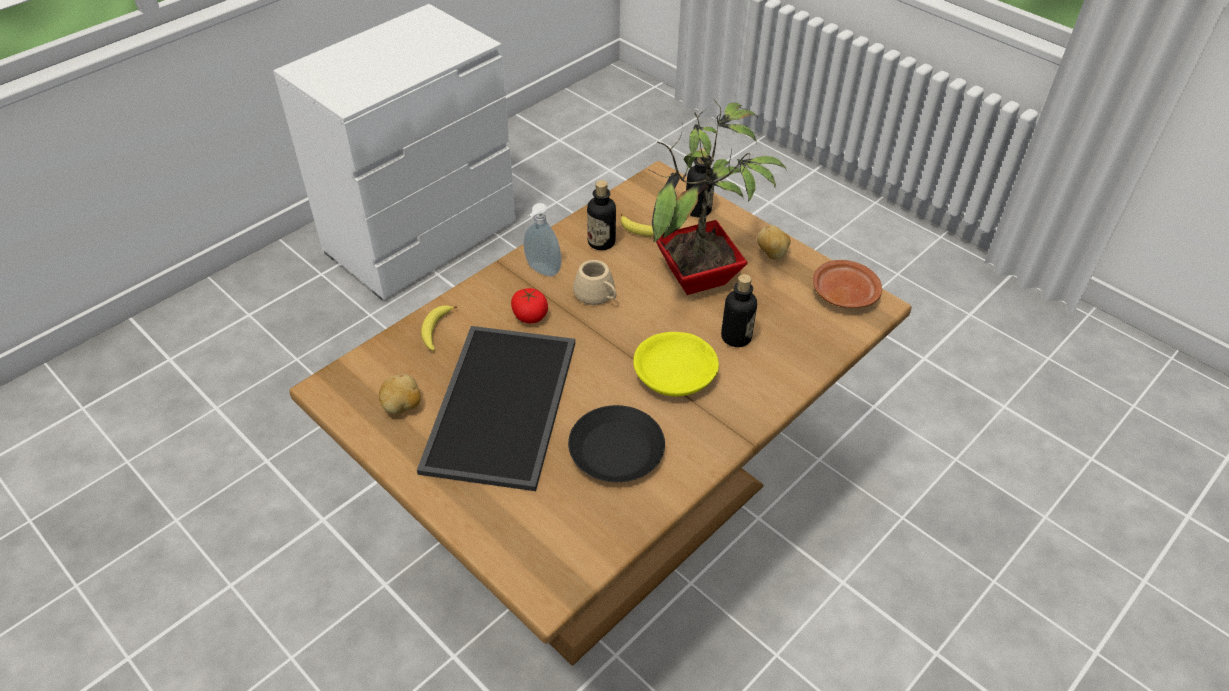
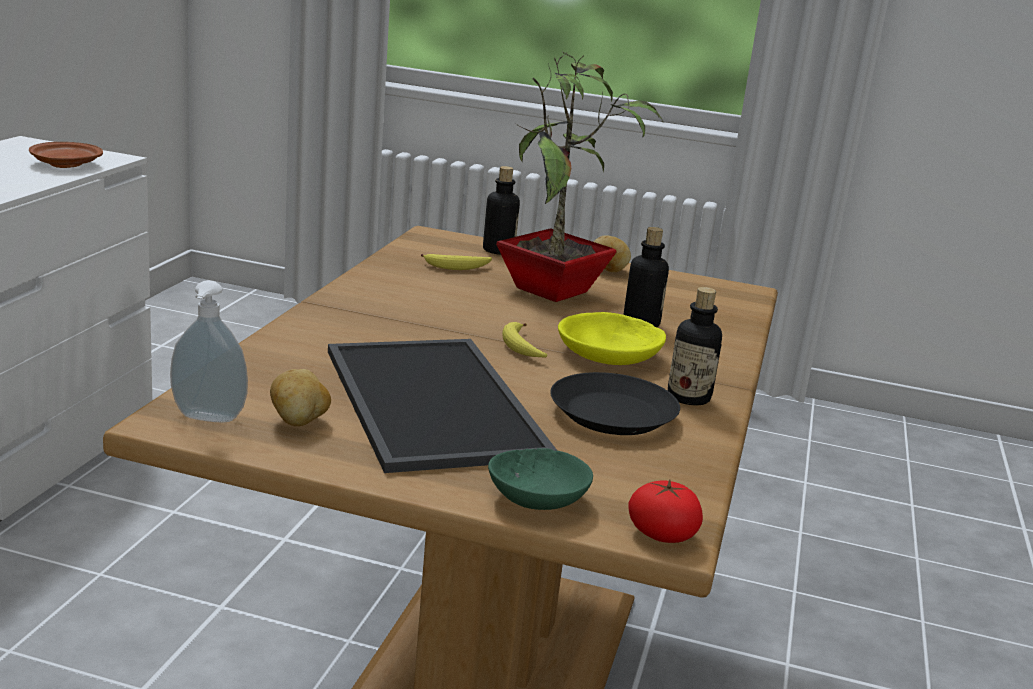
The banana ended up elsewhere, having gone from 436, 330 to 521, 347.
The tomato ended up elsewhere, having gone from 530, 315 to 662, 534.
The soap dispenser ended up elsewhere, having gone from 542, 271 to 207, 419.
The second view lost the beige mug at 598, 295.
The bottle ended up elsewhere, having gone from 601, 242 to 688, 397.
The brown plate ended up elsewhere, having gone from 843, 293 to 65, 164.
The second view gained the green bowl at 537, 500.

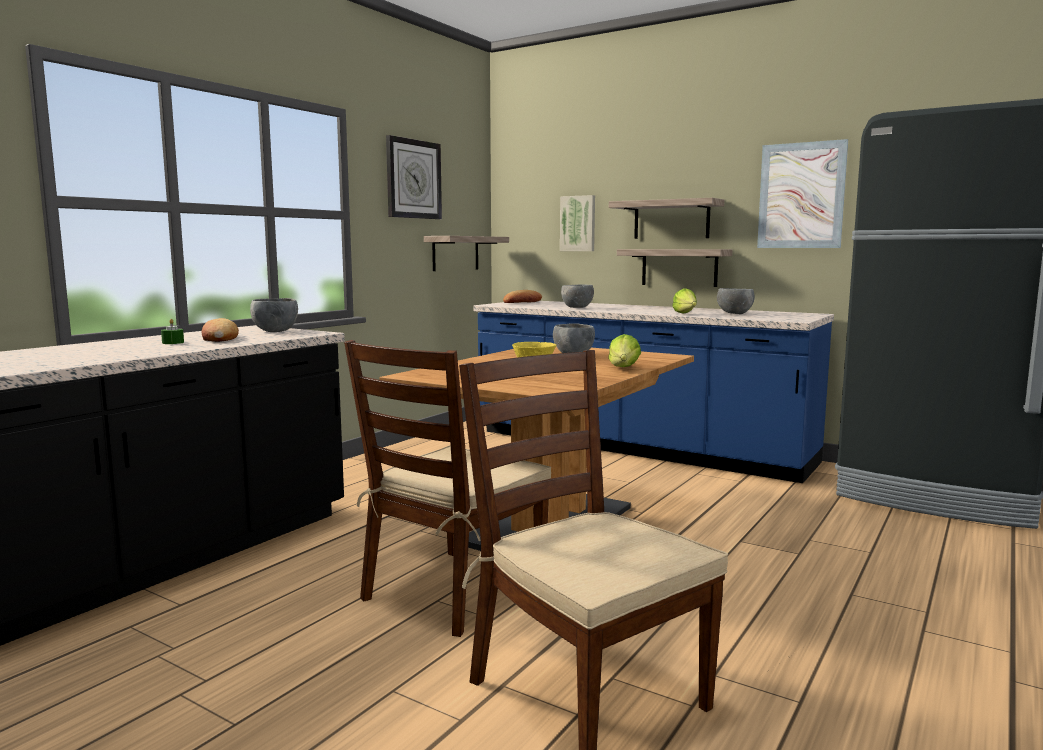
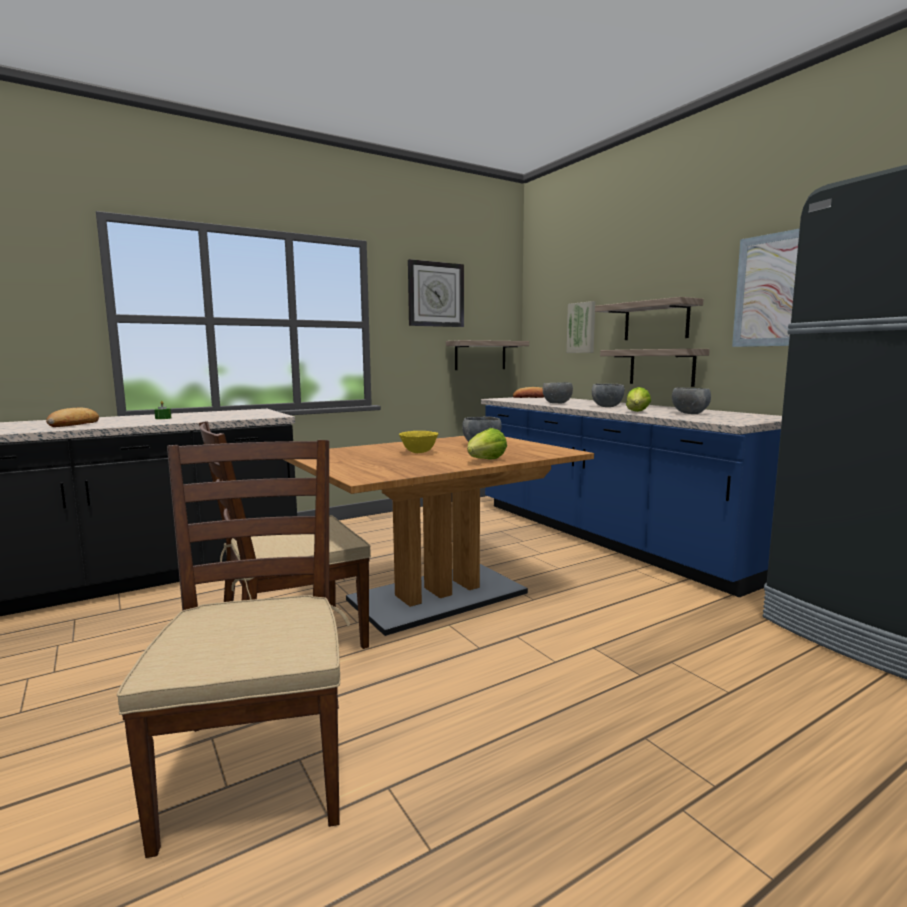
The bread ended up elsewhere, having gone from 219, 338 to 74, 424.
The grey bowl ended up elsewhere, having gone from 275, 331 to 606, 406.

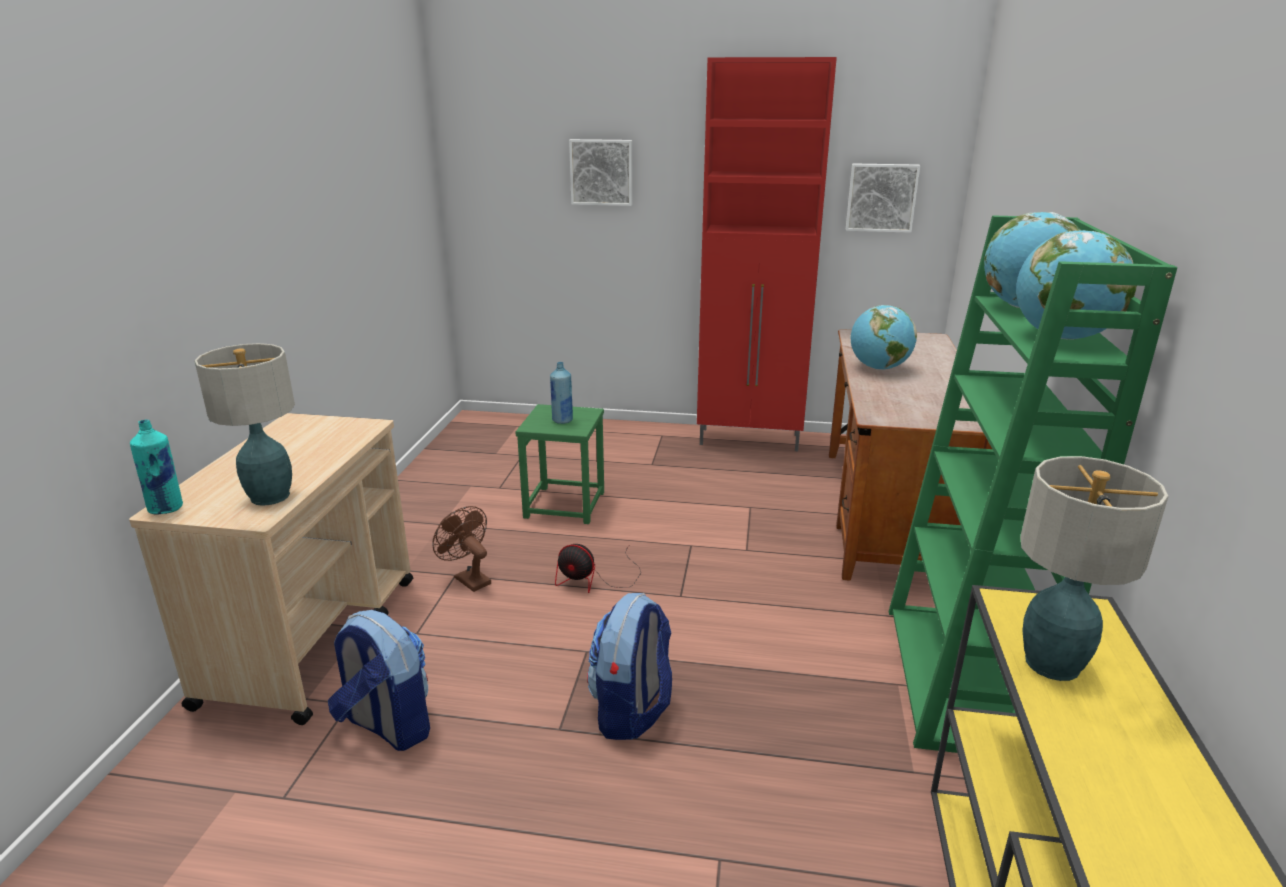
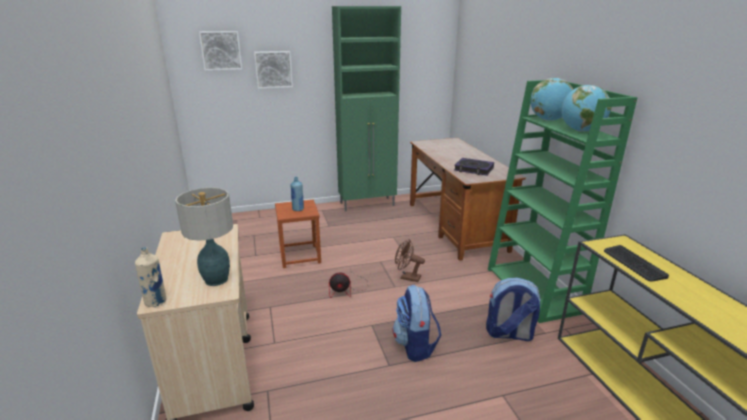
What was the turquoise bottle at 166, 508 turned into the beige bottle at 156, 302.
The backpack ended up elsewhere, having gone from 387, 726 to 509, 334.
The brown fan ended up elsewhere, having gone from 468, 579 to 407, 277.
What was the green stool at 565, 505 turned into the brown stool at 300, 256.
What was the red cabinet at 750, 440 turned into the green cabinet at 368, 204.
The picture ended up elsewhere, having gone from 881, 197 to 221, 50.
The second view lost the globe at 879, 368.
Where the table lamp stood at 1053, 665, the keyboard came to stand at 633, 263.
The second view gained the book at 473, 169.

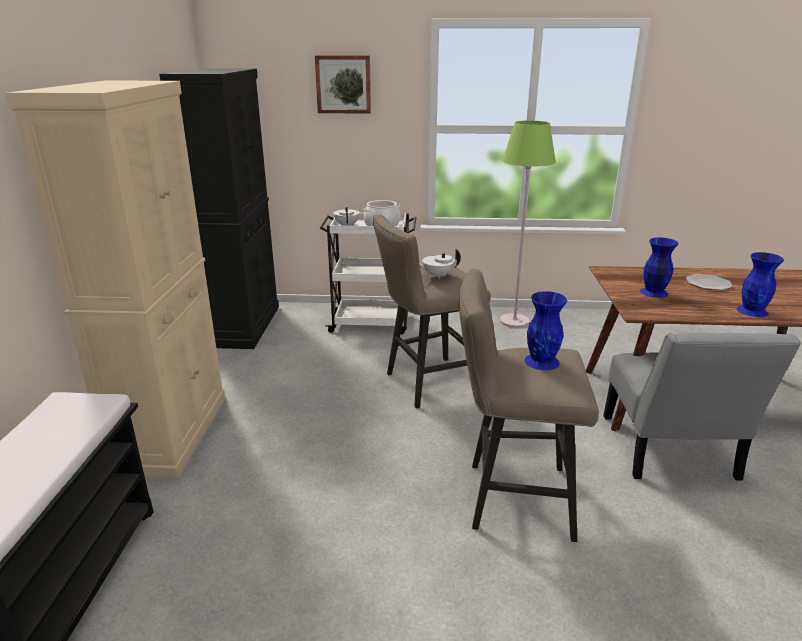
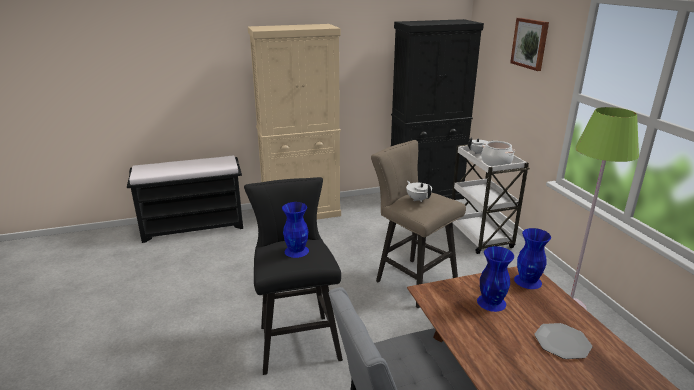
What was the beige stool at 510, 498 turned into the black stool at 297, 339.
The blue vase ended up elsewhere, having gone from 753, 311 to 528, 281.

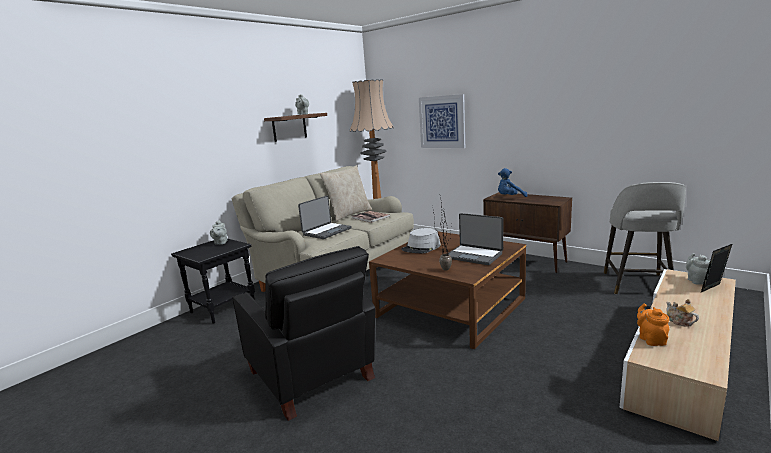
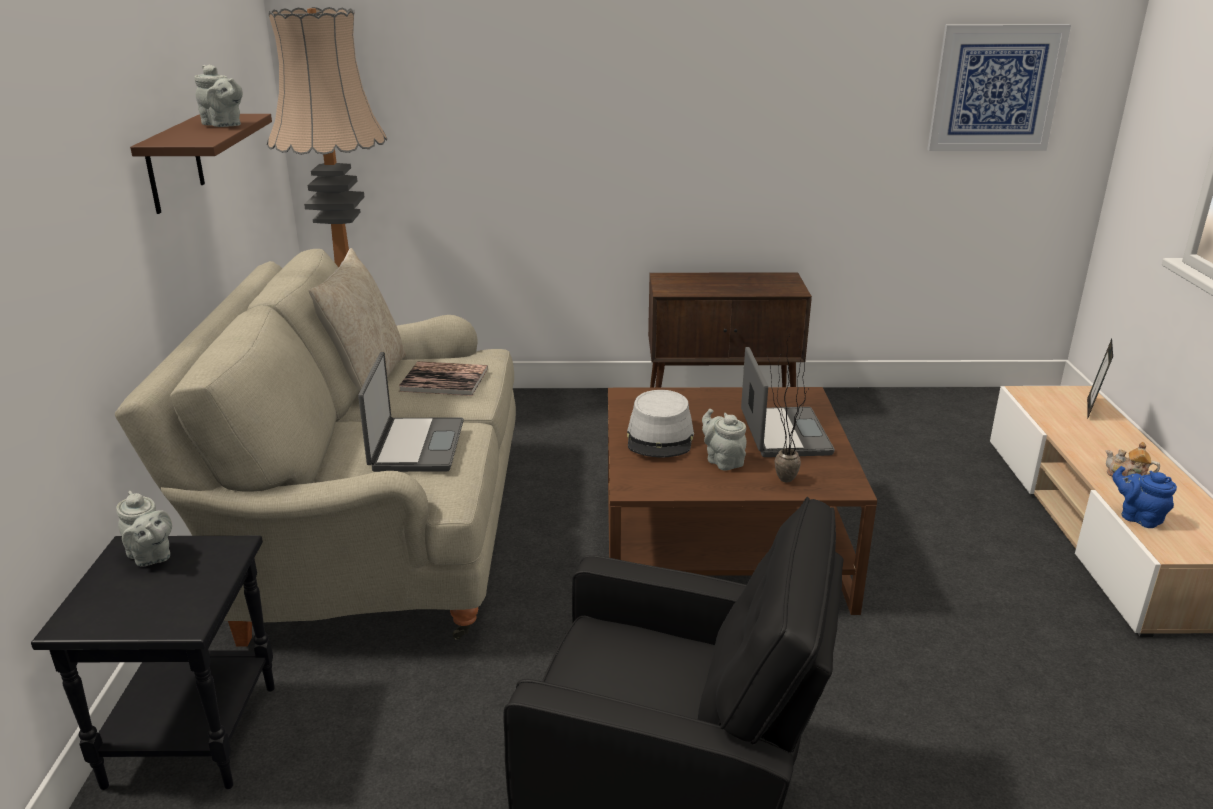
The picture ended up elsewhere, having gone from 442, 122 to 995, 88.
The laptop at 474, 255 ended up facing another way, 90 degrees counterclockwise from before.
The second view lost the blue plush toy at 509, 197.
The second view lost the grey stool at 638, 285.
What was the orange teapot at 651, 339 turned into the blue teapot at 1138, 518.
The grey teapot ended up elsewhere, having gone from 697, 280 to 722, 461.

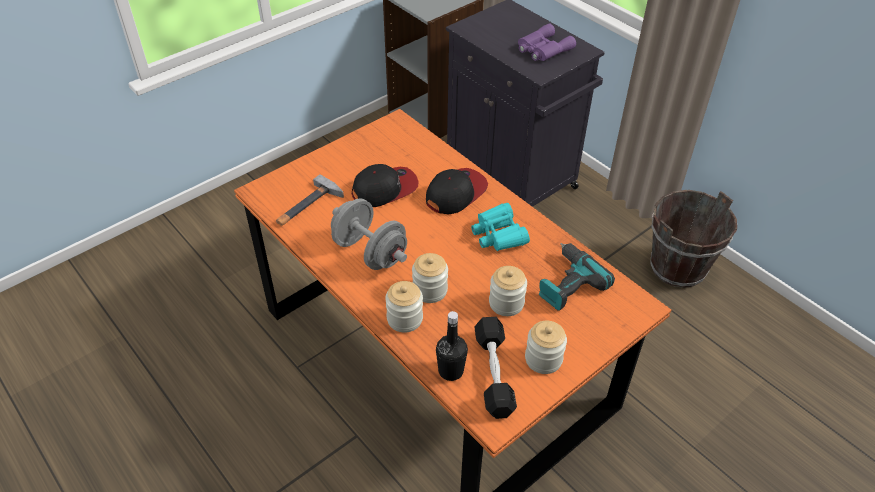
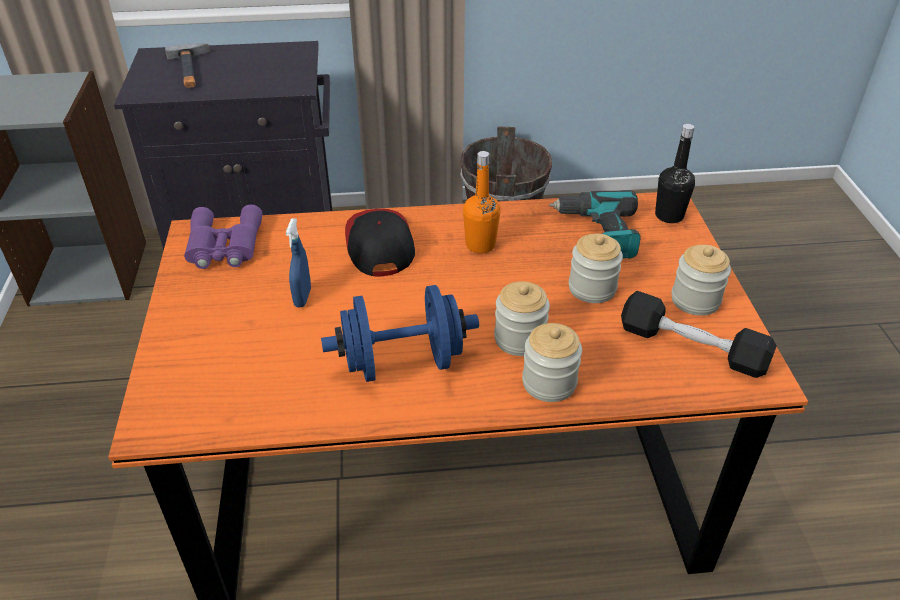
The hammer ended up elsewhere, having gone from 308, 206 to 190, 70.
What was the grey dumbbell at 370, 252 turned into the blue dumbbell at 402, 362.
Where the cap stood at 385, 189, the blue spray bottle came to stand at 302, 297.
The black bottle ended up elsewhere, having gone from 451, 371 to 669, 216.
Where the turquoise binoculars stood at 498, 234, the orange bottle came to stand at 480, 245.
The purple binoculars ended up elsewhere, having gone from 543, 49 to 224, 246.

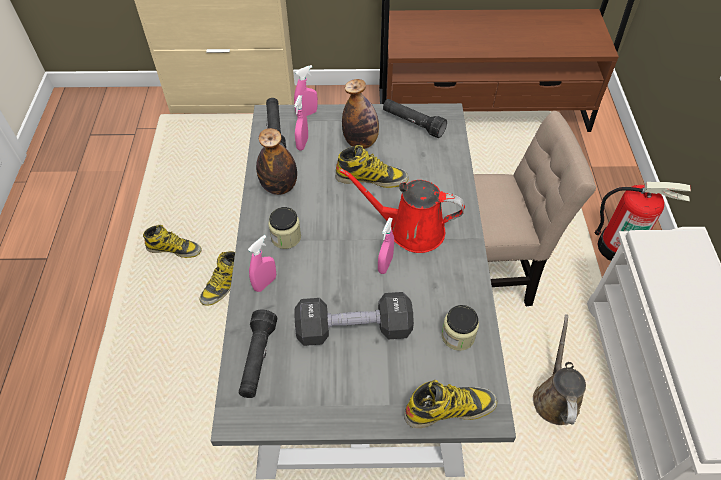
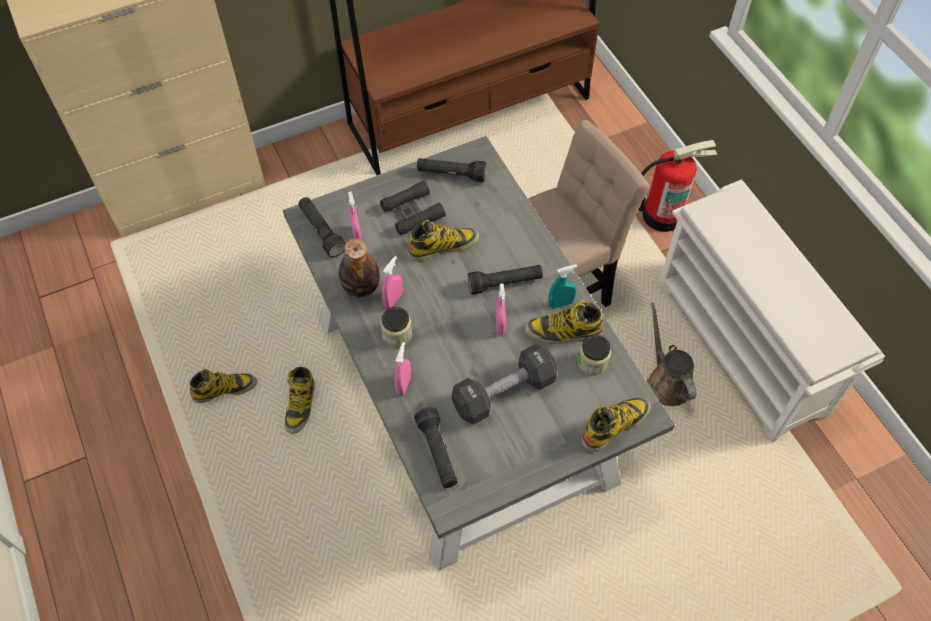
The pink spray bottle ended up elsewhere, having gone from 307, 114 to 393, 300.
Where the red watering can stood at 410, 230, the black flashlight came to stand at 505, 283.
Where the bottle stood at 361, 142, the black binoculars came to stand at 412, 212.
The second view gained the boot at 563, 331.
The second view gained the turquoise spray bottle at 560, 303.

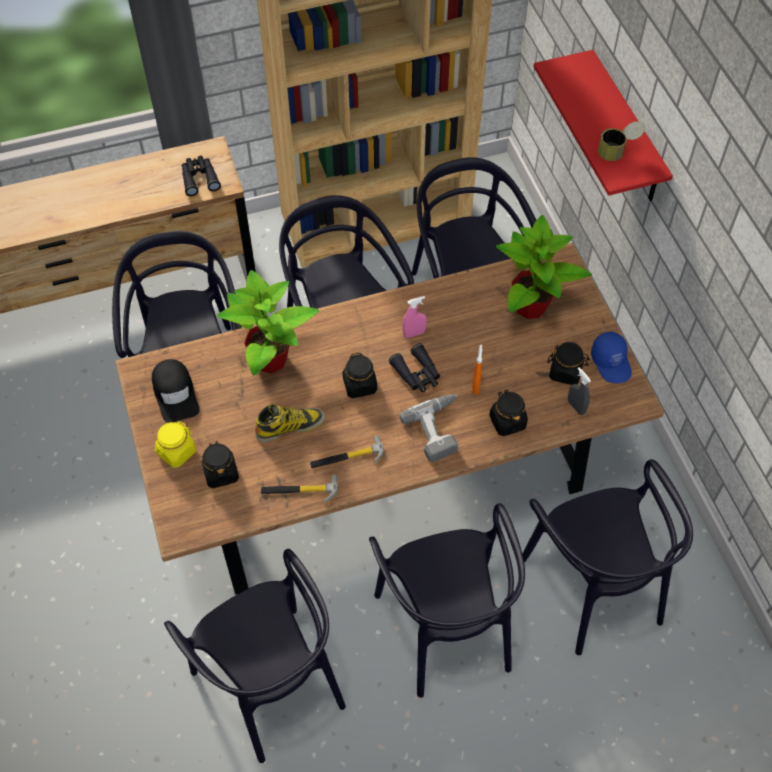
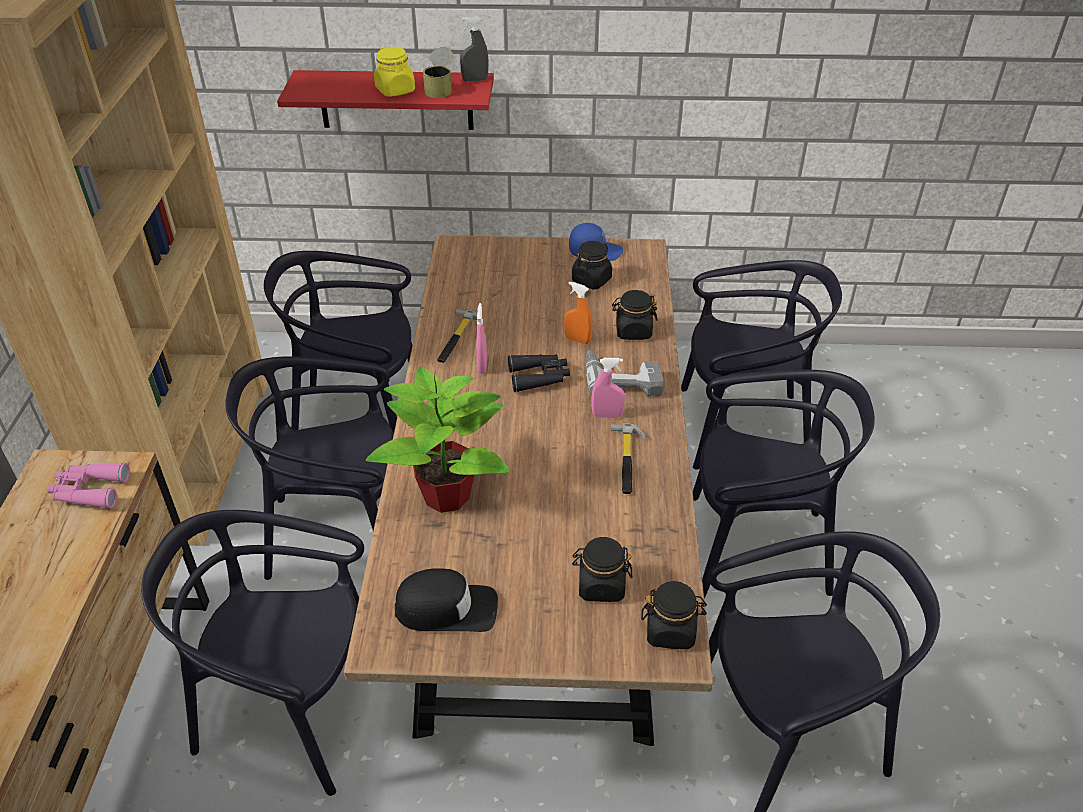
The yellow jar ended up elsewhere, having gone from 176, 452 to 395, 90.
What was the black binoculars at 199, 178 turned into the pink binoculars at 89, 491.
The second view lost the boot at 290, 426.
The hammer ended up elsewhere, having gone from 299, 491 to 457, 339.
The black jar ended up elsewhere, having gone from 360, 385 to 670, 631.
The second view lost the potted plant at 531, 307.
The grey spray bottle ended up elsewhere, having gone from 576, 407 to 475, 80.
The second view gained the pink spray bottle at 607, 415.

